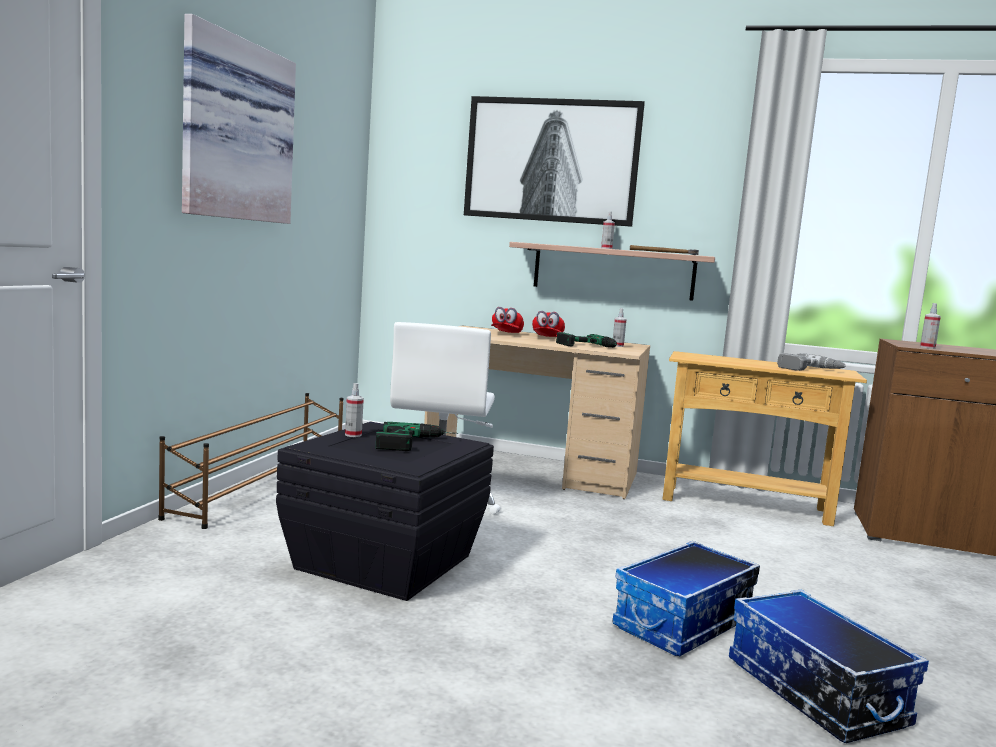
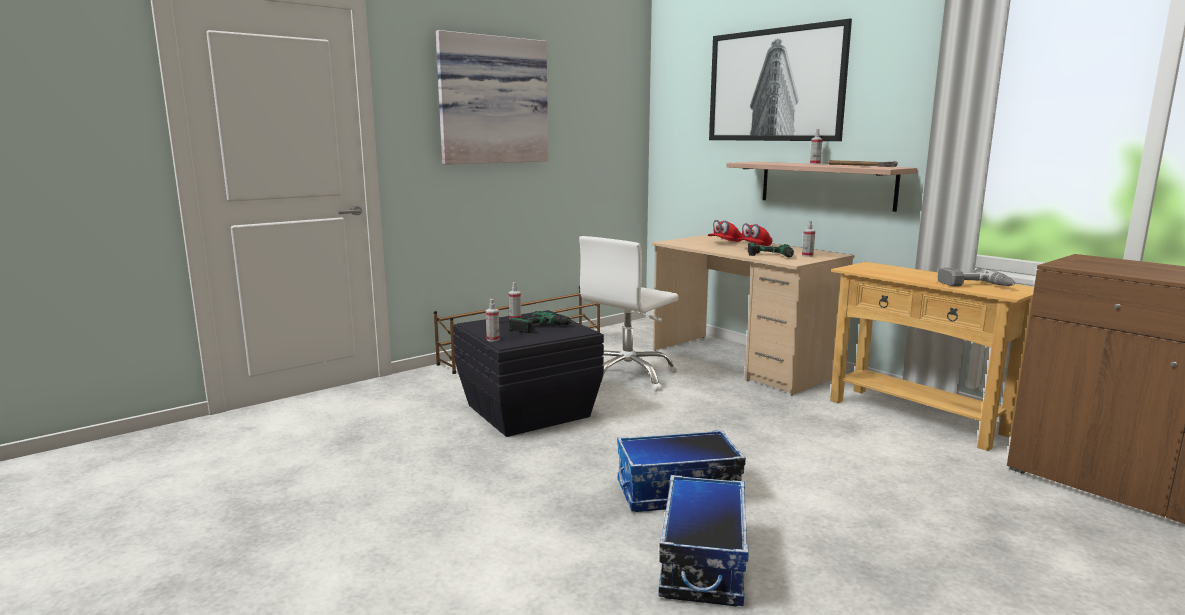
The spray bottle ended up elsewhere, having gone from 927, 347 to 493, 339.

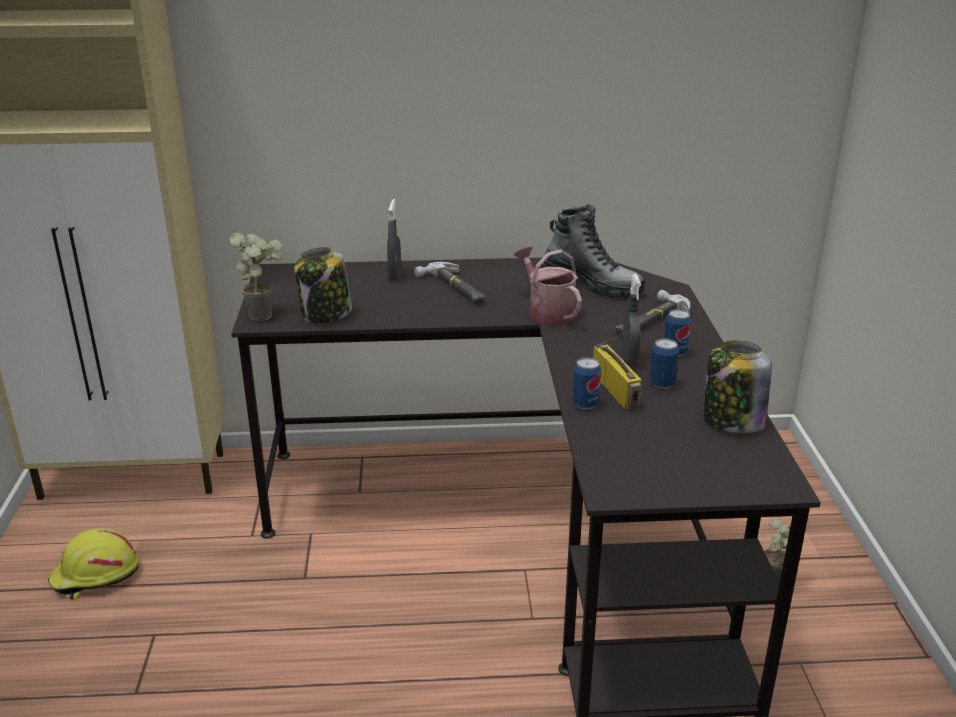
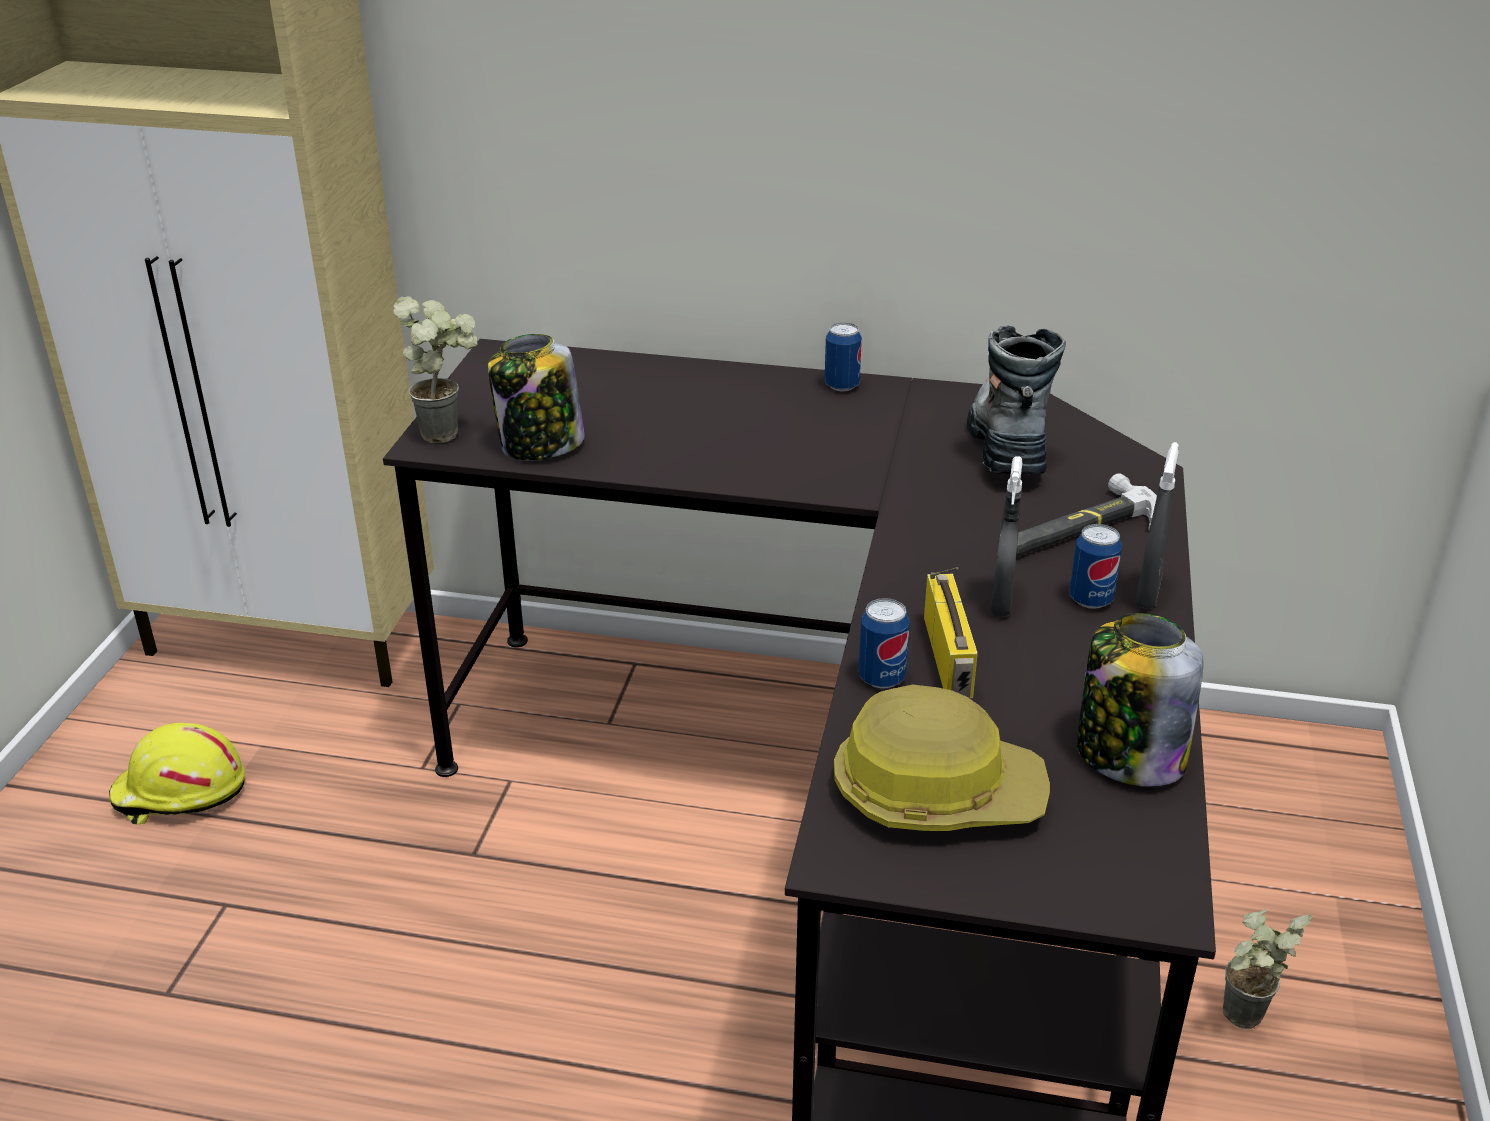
The grey spray bottle ended up elsewhere, having gone from 395, 276 to 1147, 594.
The second view lost the hammer at 454, 288.
The second view lost the watering can at 547, 312.
The boot at 591, 284 ended up facing another way, 135 degrees counterclockwise from before.
The can ended up elsewhere, having gone from 662, 384 to 841, 385.
The second view gained the hard hat at 936, 791.

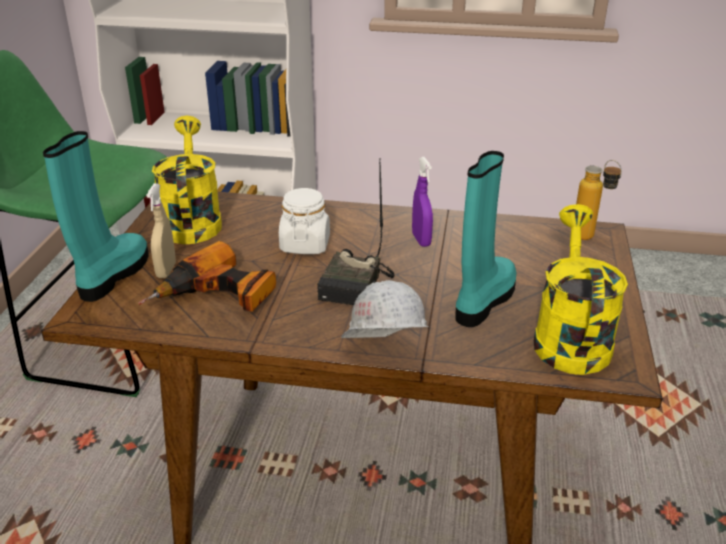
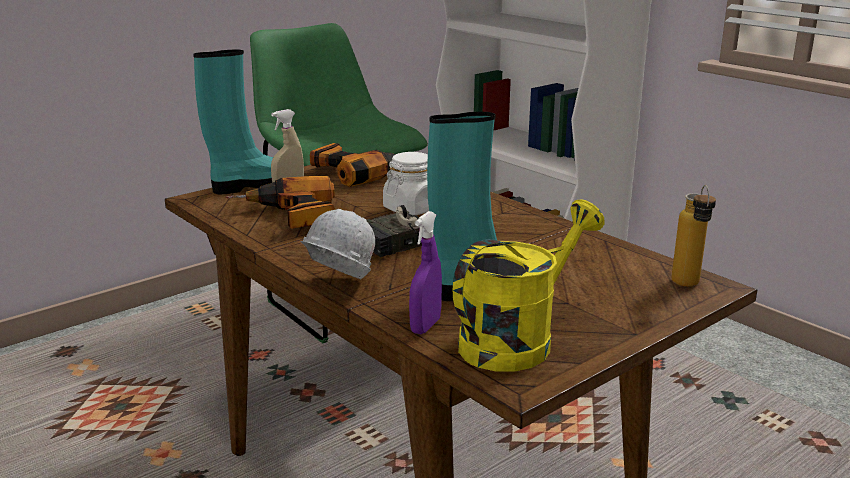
Where the yellow watering can stood at 191, 220, the power drill came to stand at 357, 172.
The purple spray bottle ended up elsewhere, having gone from 421, 240 to 425, 326.

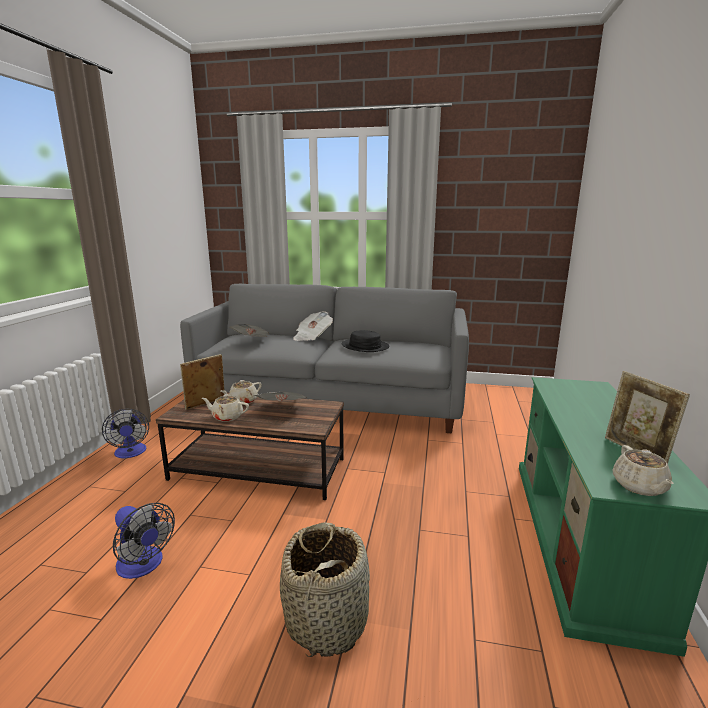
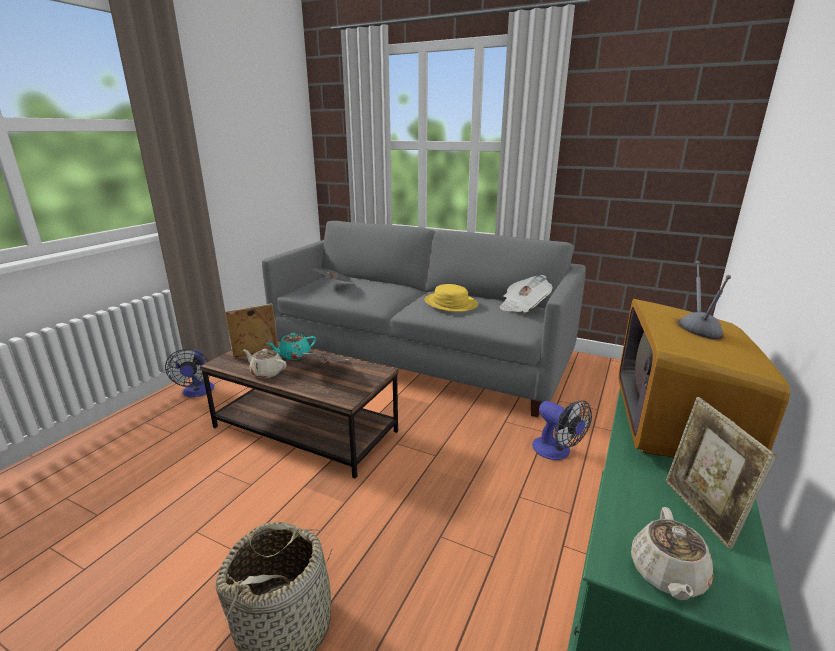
The fan ended up elsewhere, having gone from 143, 566 to 556, 452.
What was the beige teapot at 243, 401 turned into the turquoise teapot at 294, 355.
The newspaper ended up elsewhere, having gone from 312, 337 to 523, 306.
What was the black hat at 365, 346 turned into the yellow hat at 450, 303.
The second view gained the television at 676, 426.

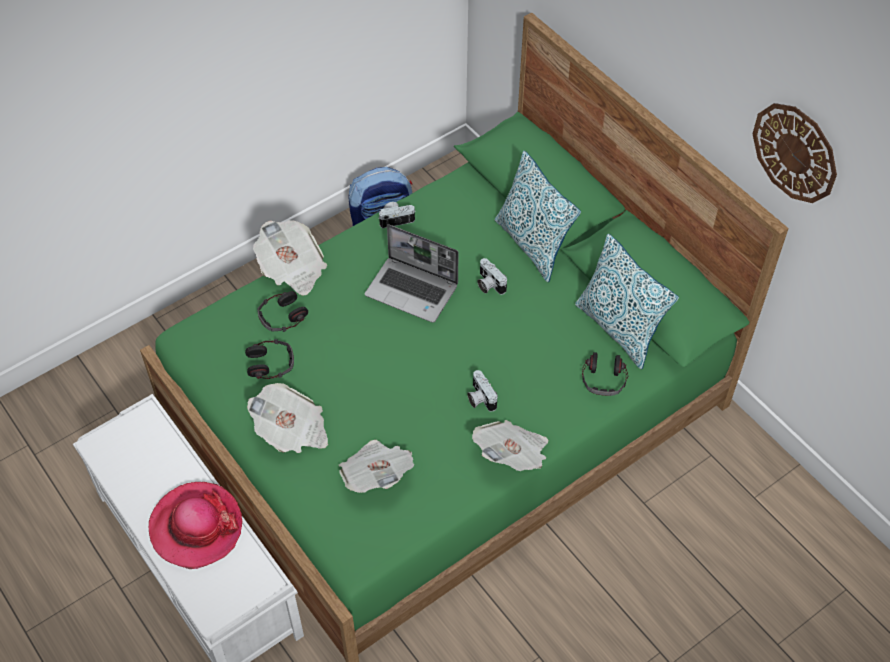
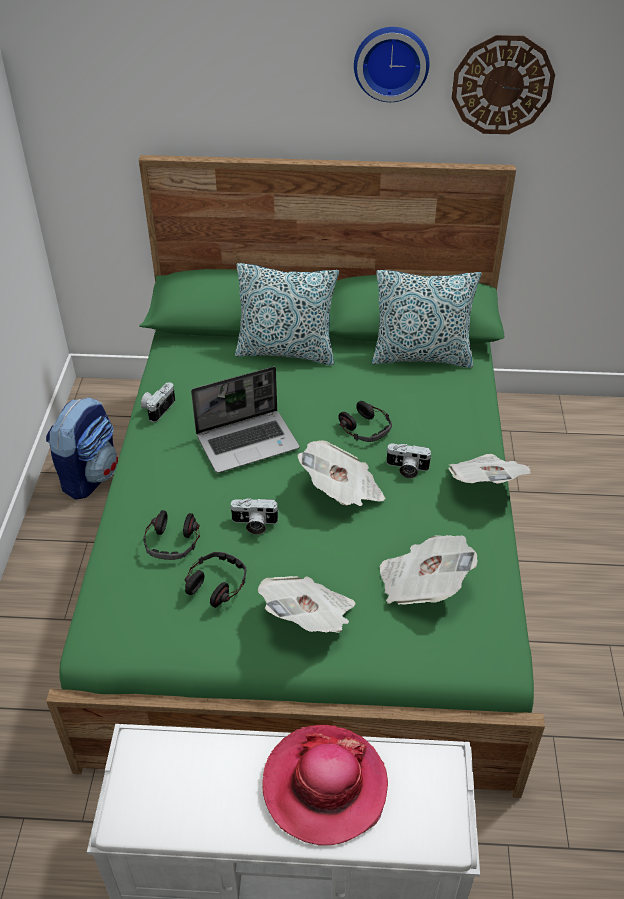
The newspaper ended up elsewhere, having gone from 292, 269 to 342, 491.
The photo camera ended up elsewhere, having gone from 488, 284 to 254, 524.
The headphones ended up elsewhere, having gone from 604, 379 to 365, 428.
The second view gained the wall clock at 391, 62.

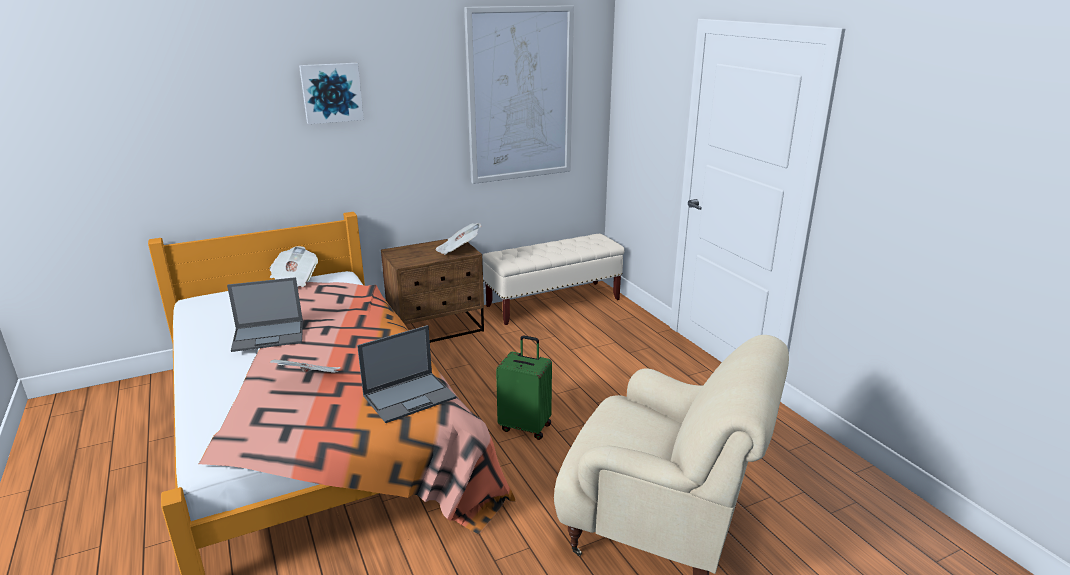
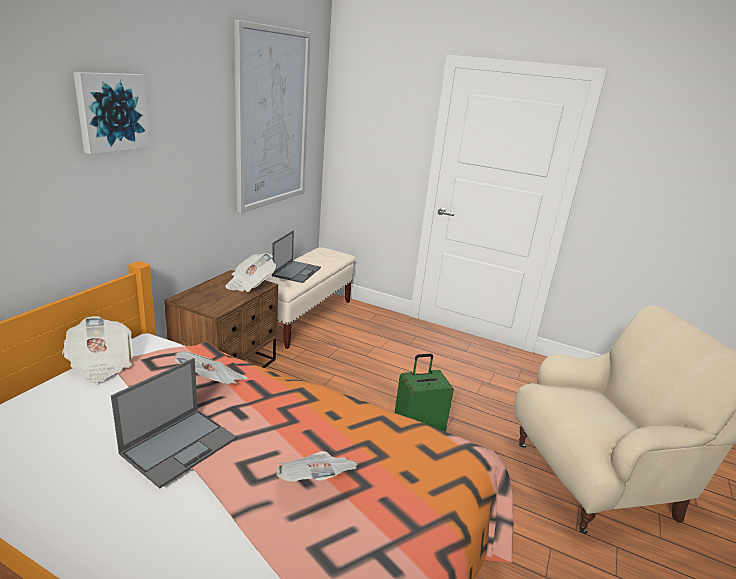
The laptop ended up elsewhere, having gone from 410, 396 to 296, 271.
The second view gained the newspaper at 212, 383.

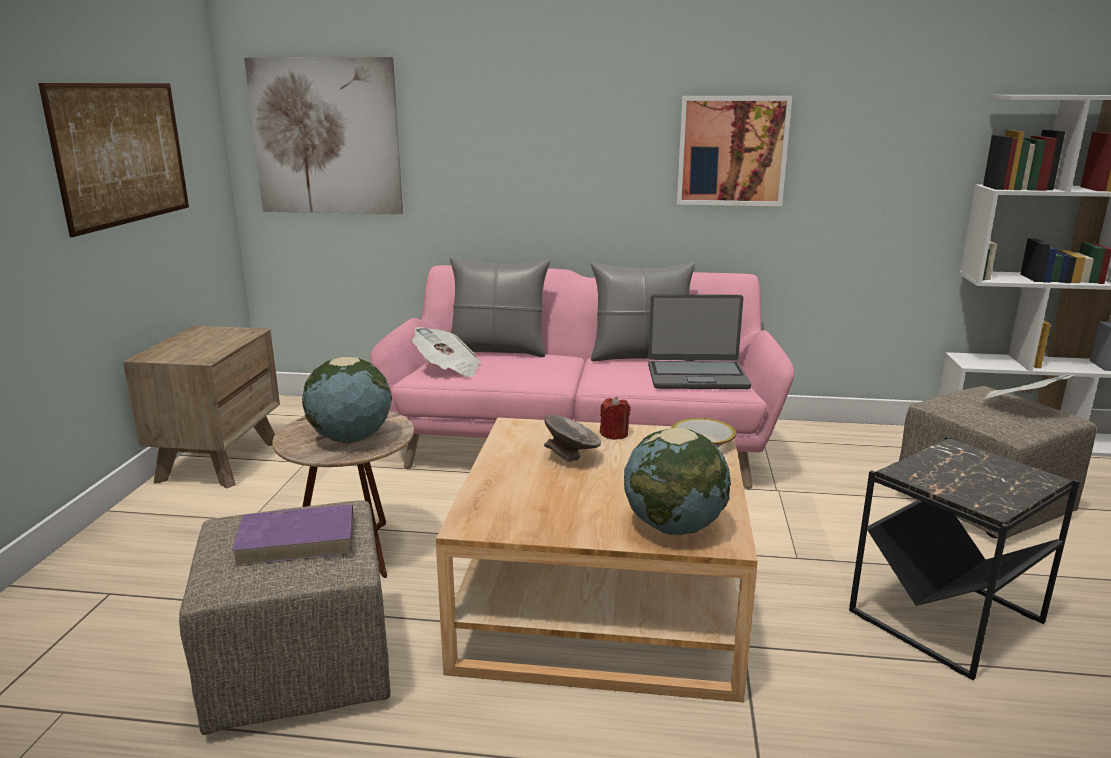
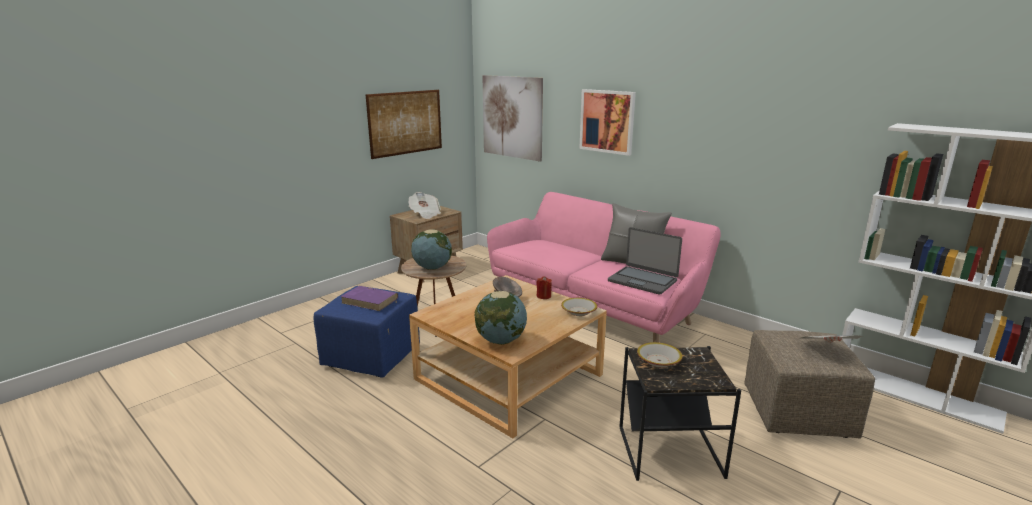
What was the beige ottoman at 303, 667 turned into the blue ottoman at 373, 357.
The newspaper ended up elsewhere, having gone from 448, 369 to 425, 214.
The second view lost the grey pillow at 498, 350.
The picture ended up elsewhere, having gone from 732, 151 to 607, 121.
The second view gained the bowl at 659, 361.

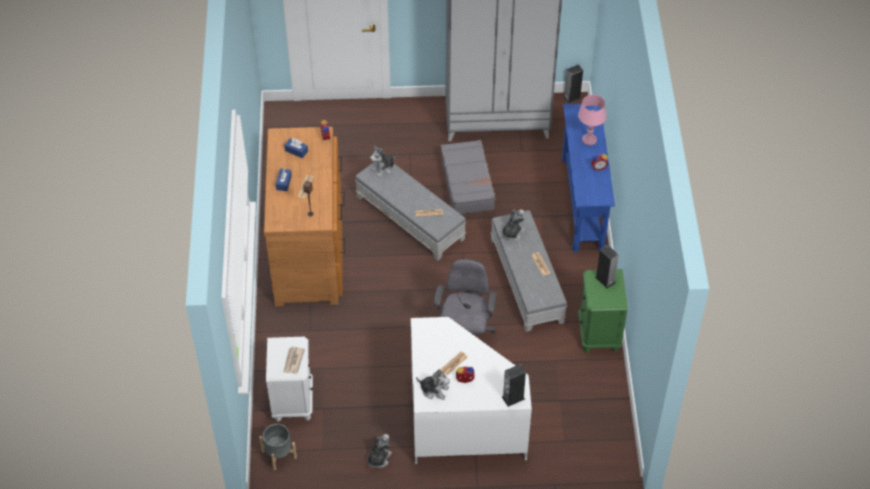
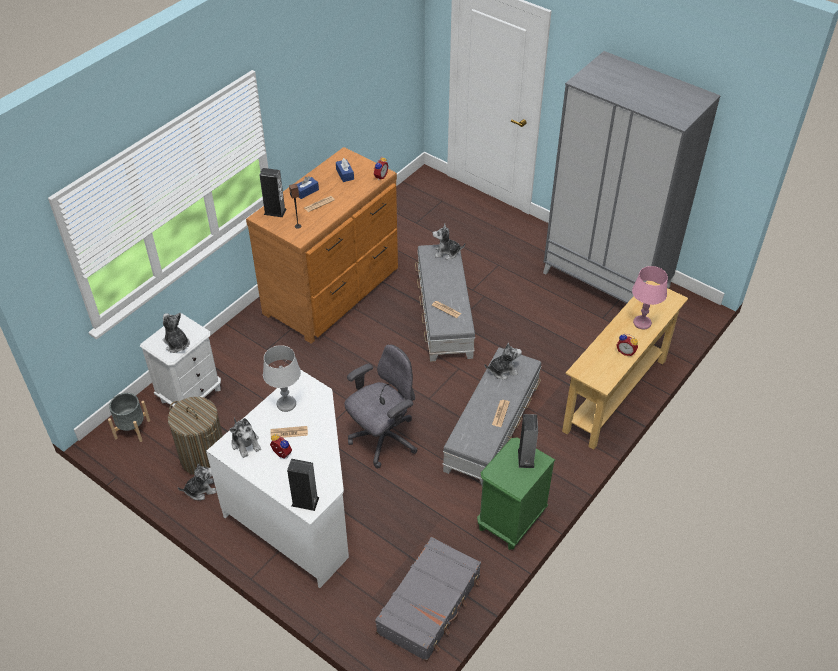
Where the newspaper stood at 293, 361, the plush toy came to stand at 176, 344.
The grey suitcase ended up elsewhere, having gone from 467, 183 to 430, 604.
What was the blue console table at 583, 203 turned into the beige console table at 615, 395.
The speaker ended up elsewhere, having gone from 572, 97 to 275, 211.
The second view gained the laundry basket at 203, 457.
The second view gained the grey table lamp at 286, 404.

